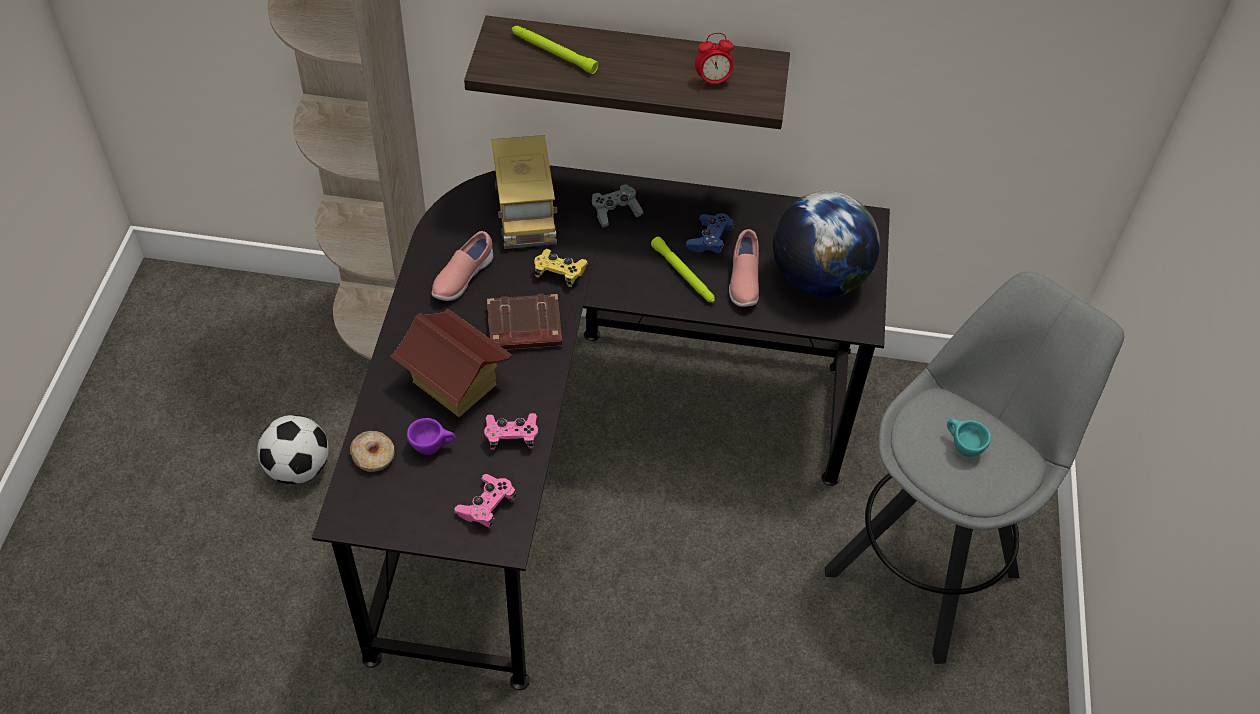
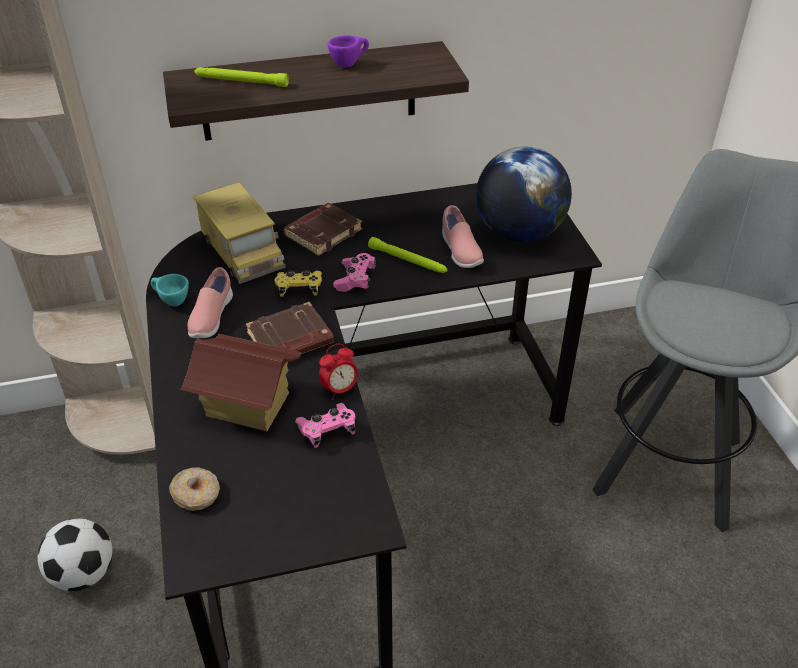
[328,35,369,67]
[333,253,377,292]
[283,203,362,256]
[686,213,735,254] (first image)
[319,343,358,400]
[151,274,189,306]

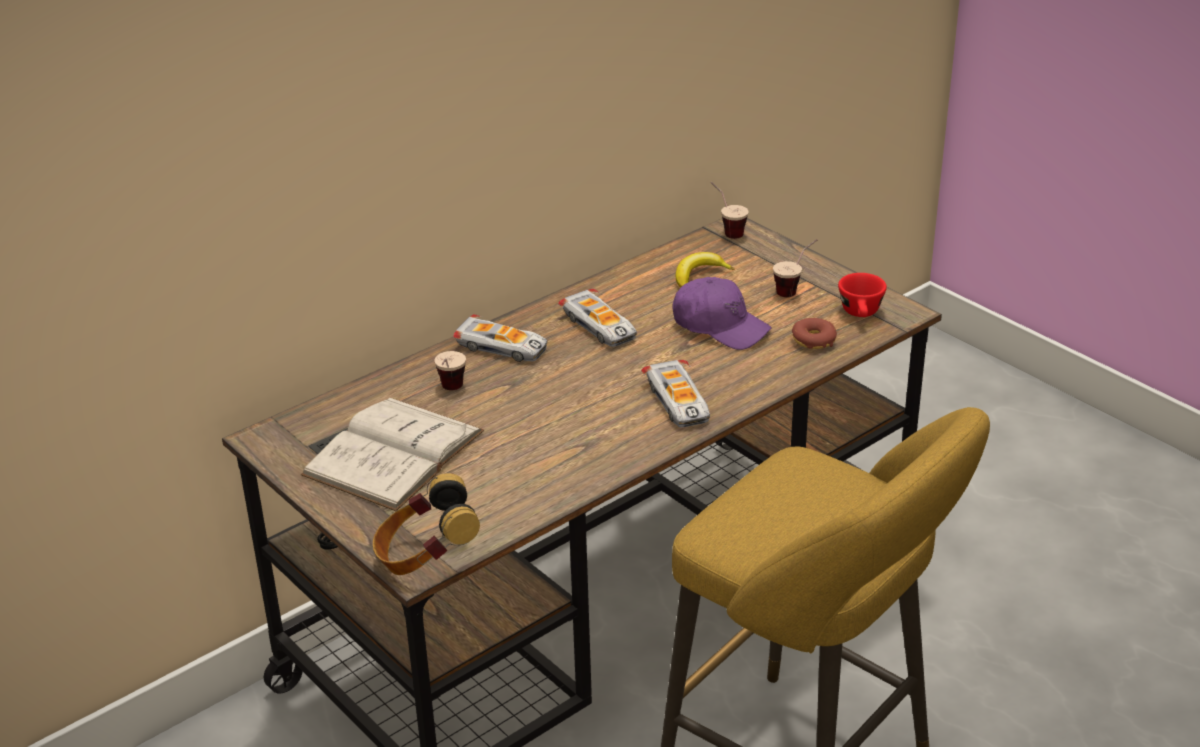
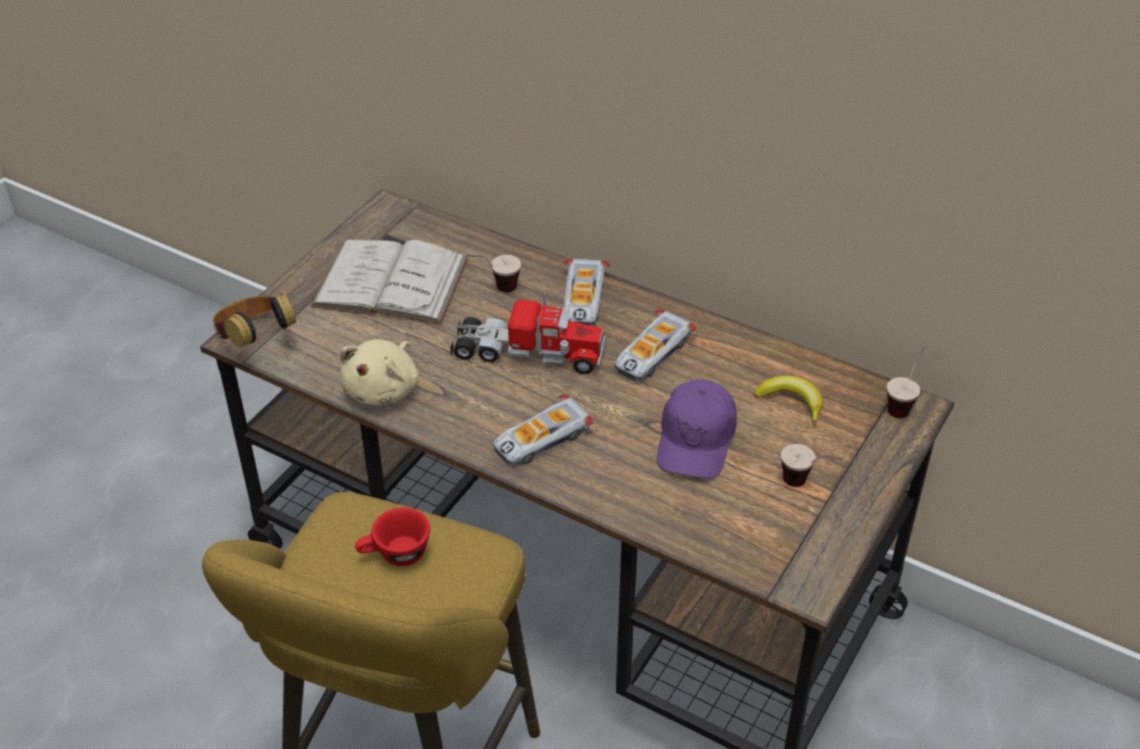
[792,318,837,349] (first image)
[355,507,430,566]
[340,339,419,405]
[450,293,606,374]

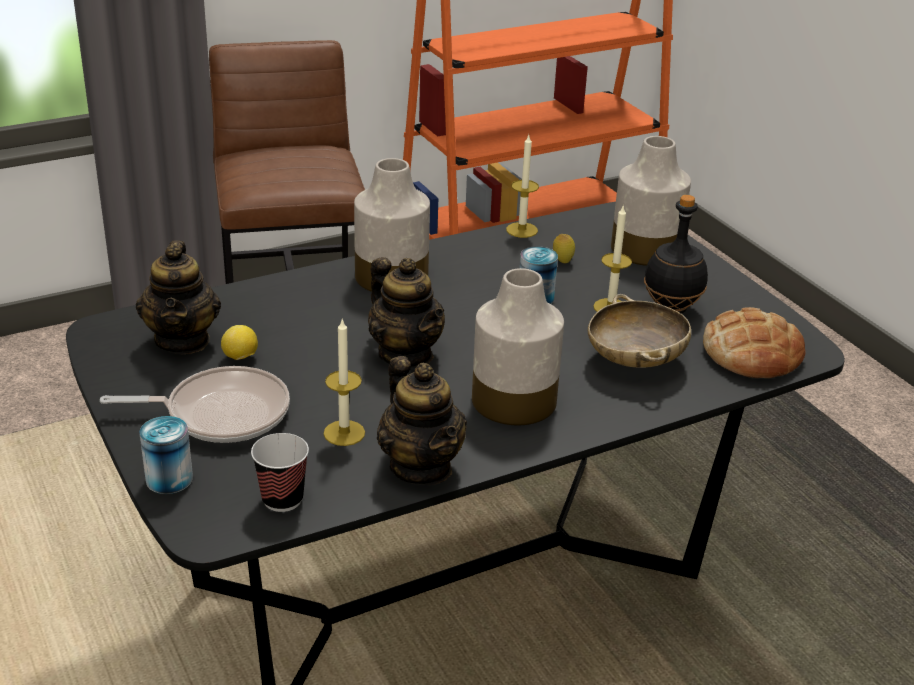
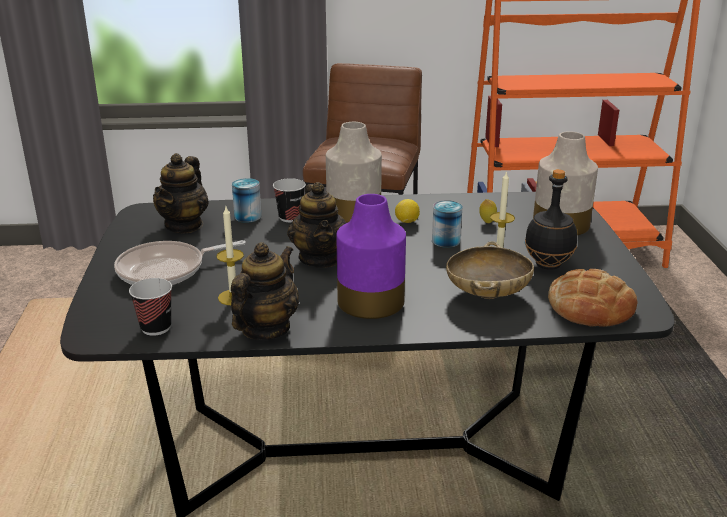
[114,240,246,285]
[232,178,261,223]
[395,199,420,223]
[231,242,299,340]
[336,194,406,319]
[506,135,539,238] (first image)
[273,178,306,222]

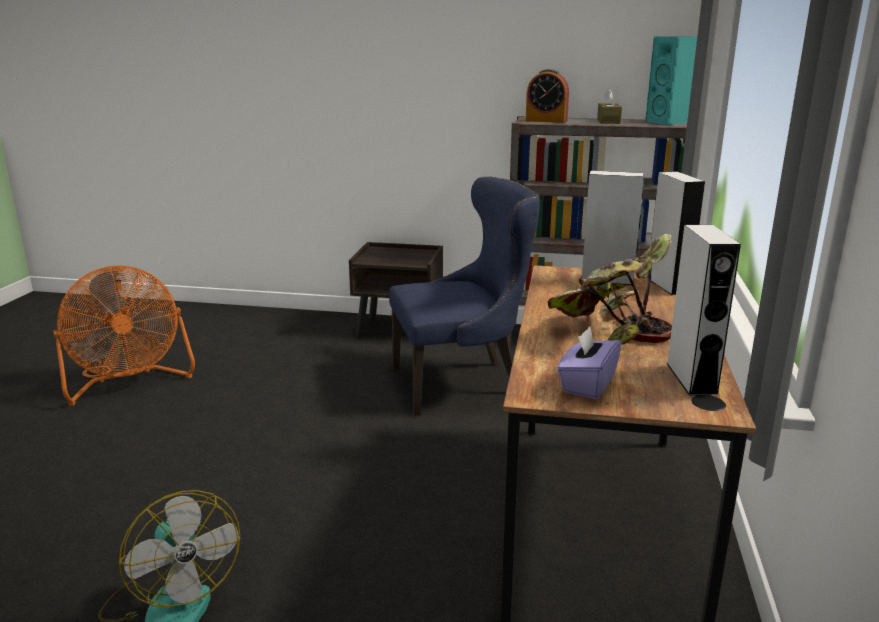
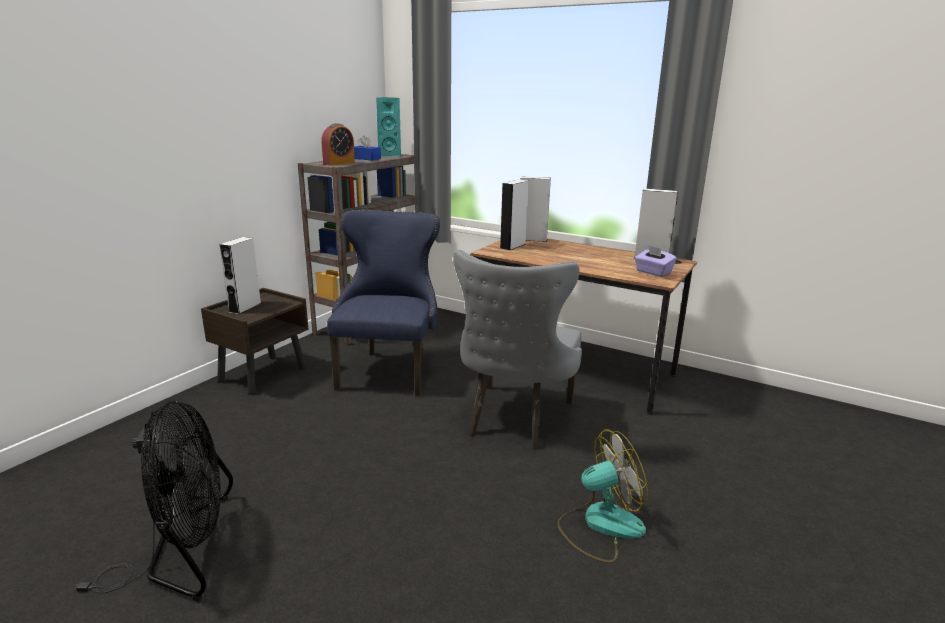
[76,401,233,602]
[548,234,672,345] (first image)
[354,135,381,160]
[220,237,261,314]
[453,250,582,450]

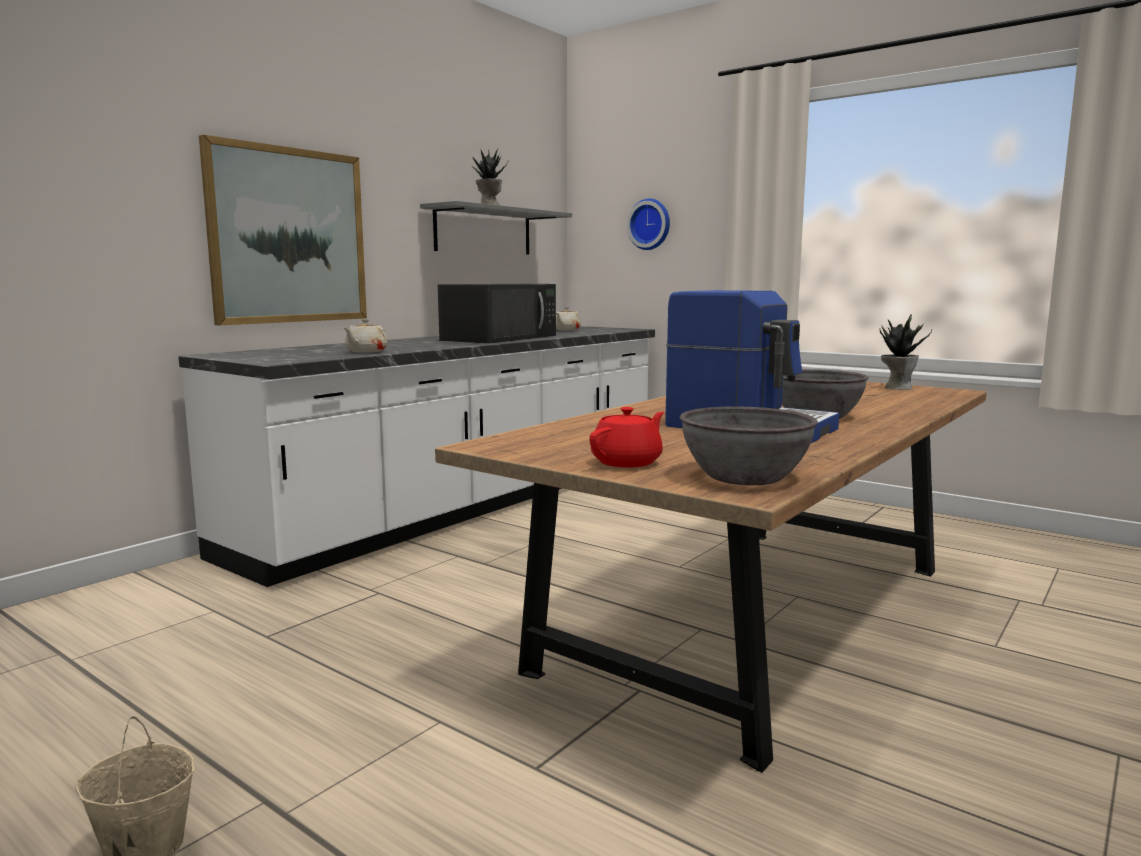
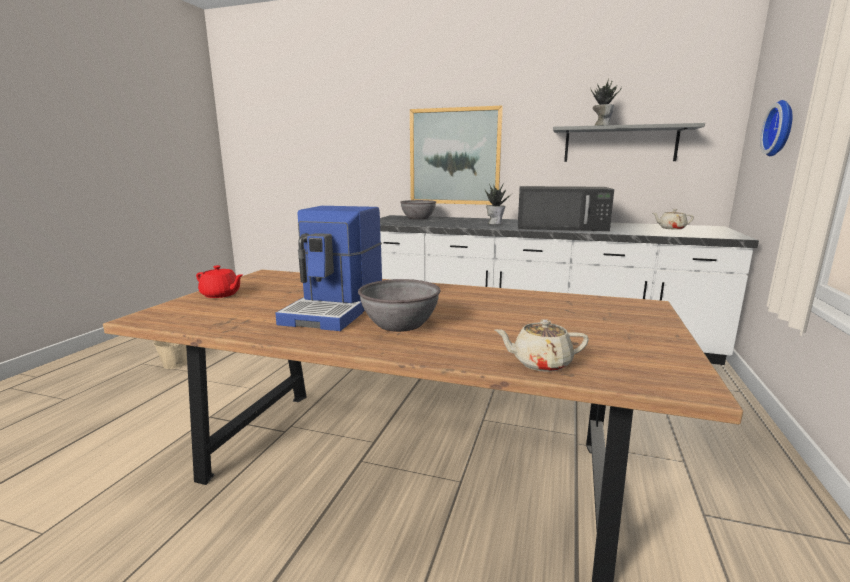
[495,319,589,372]
[400,200,436,219]
[485,183,512,225]

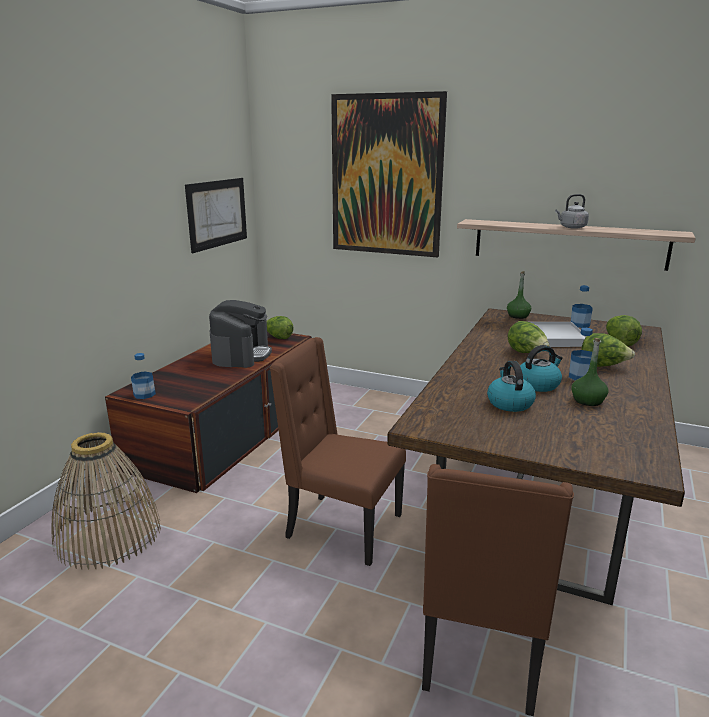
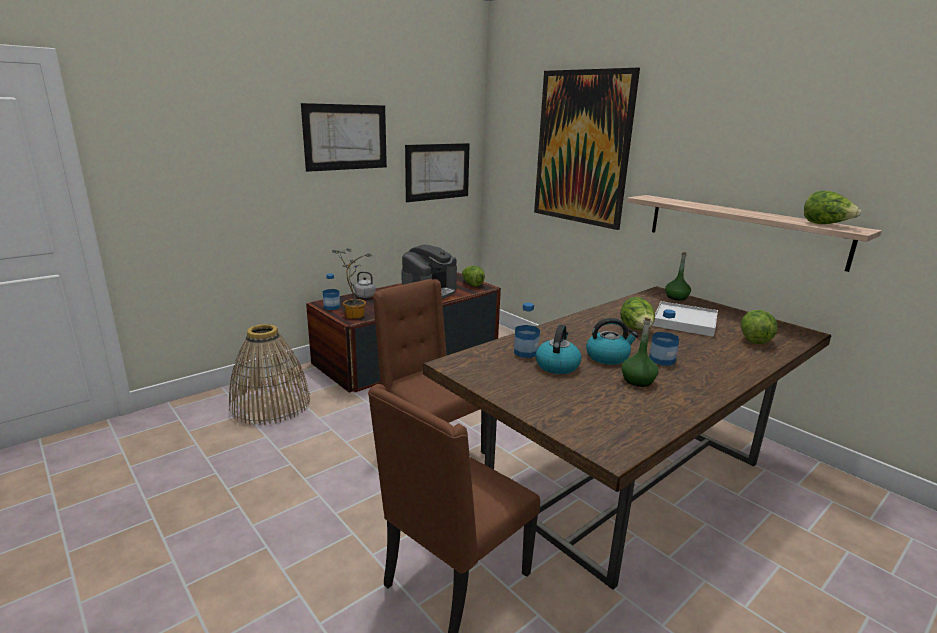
[351,271,376,298]
[514,303,540,358]
[804,191,861,224]
[301,103,387,172]
[332,248,372,319]

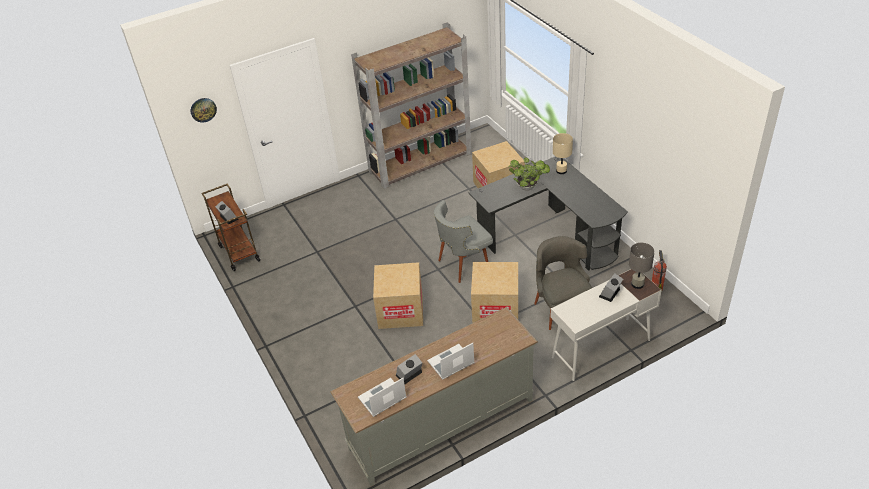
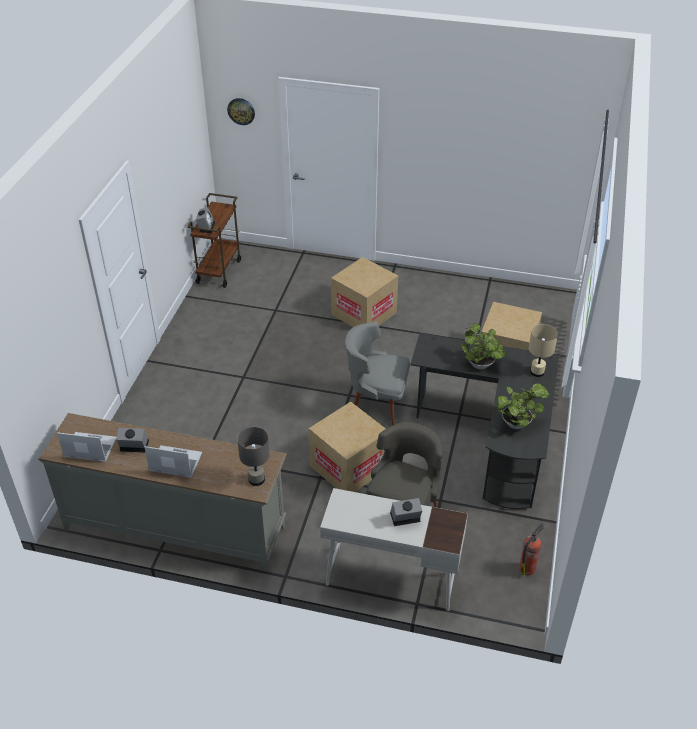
[351,22,472,189] (first image)
[331,257,398,327]
[237,427,269,486]
[497,383,549,429]

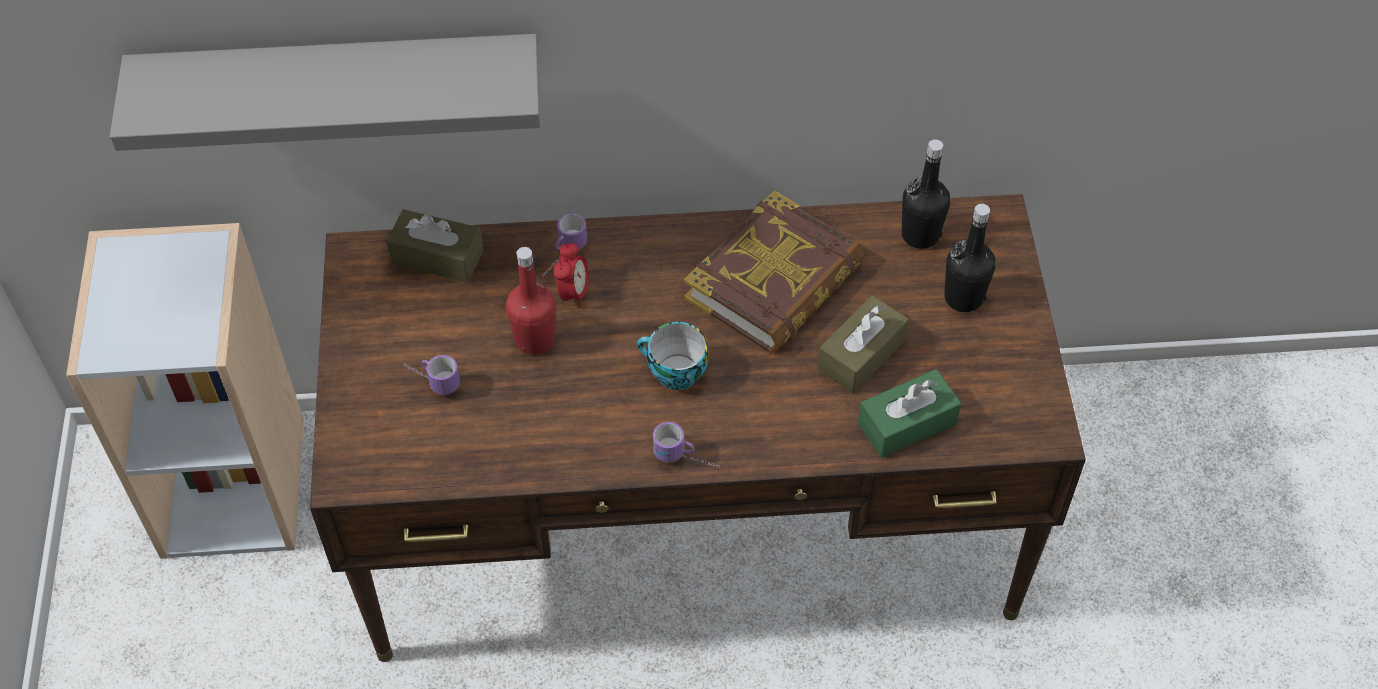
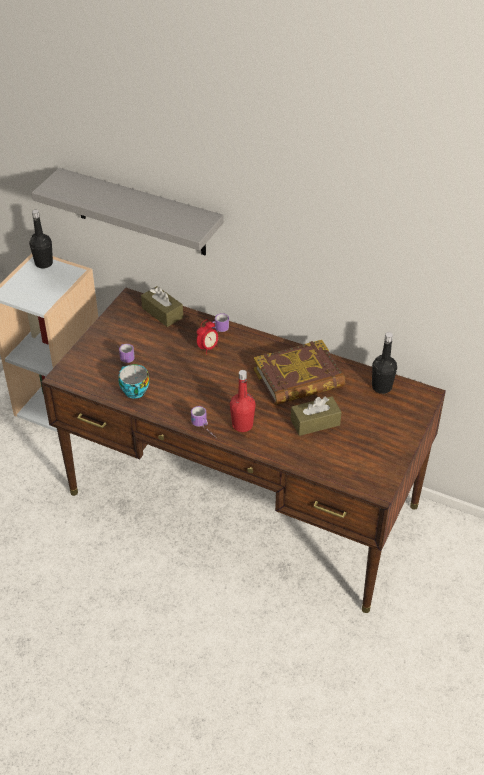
[230,370,256,432]
[119,364,149,399]
[858,369,961,458] (first image)
[29,210,53,269]

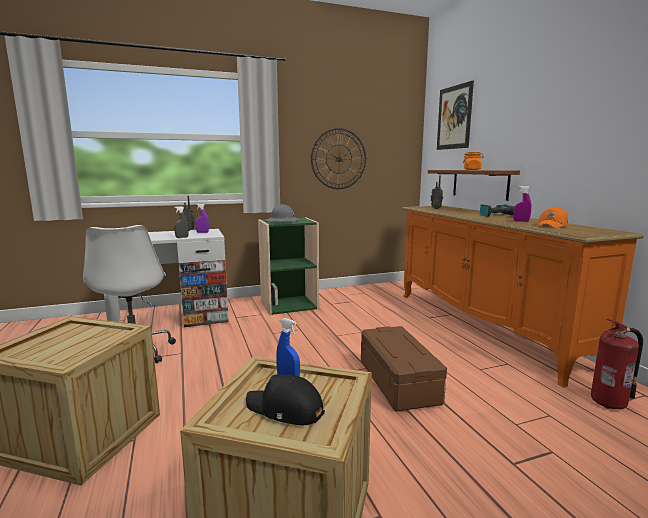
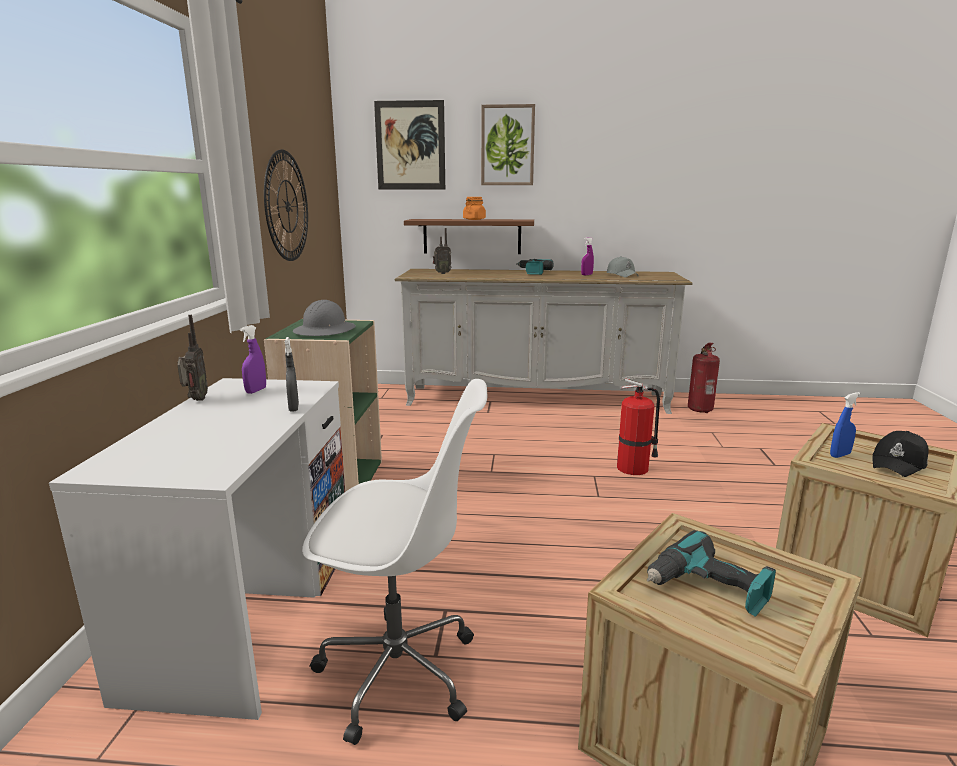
[617,378,660,475]
[395,269,692,414]
[607,256,639,277]
[481,104,535,185]
[647,530,776,617]

